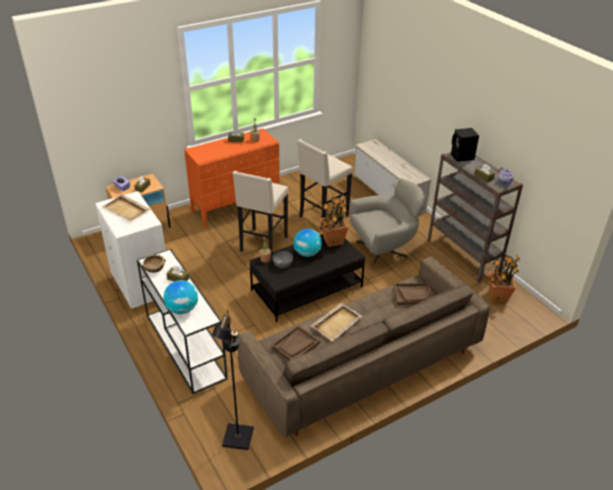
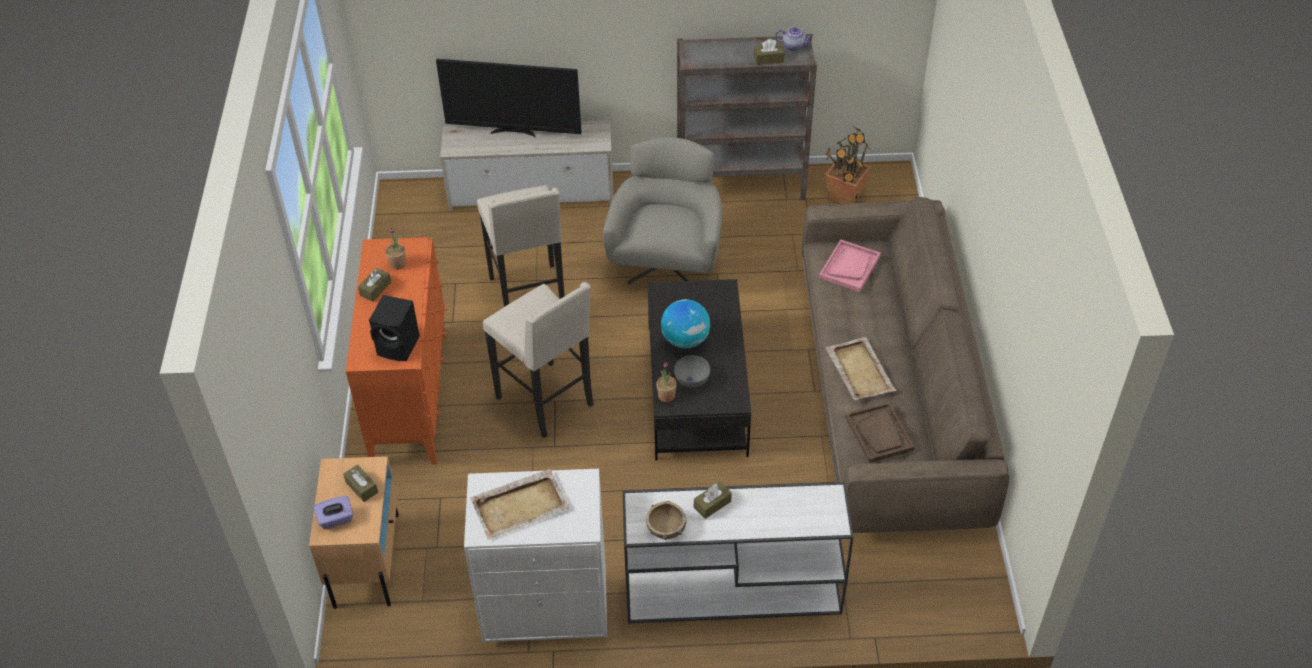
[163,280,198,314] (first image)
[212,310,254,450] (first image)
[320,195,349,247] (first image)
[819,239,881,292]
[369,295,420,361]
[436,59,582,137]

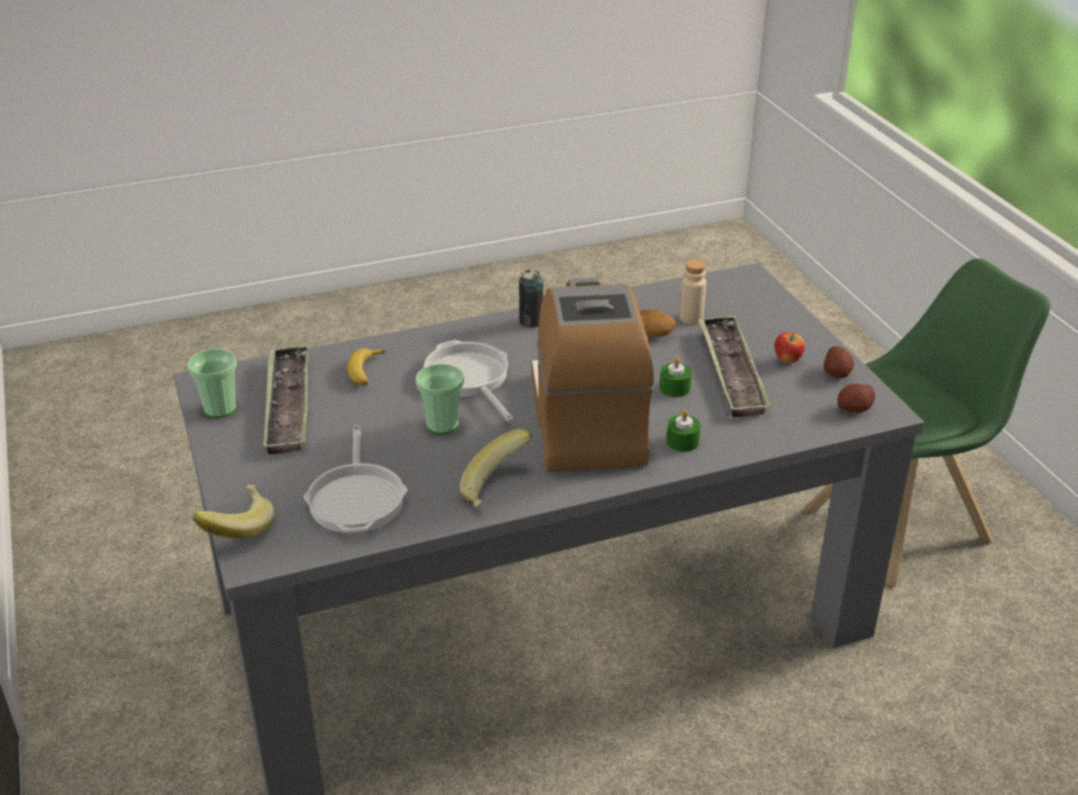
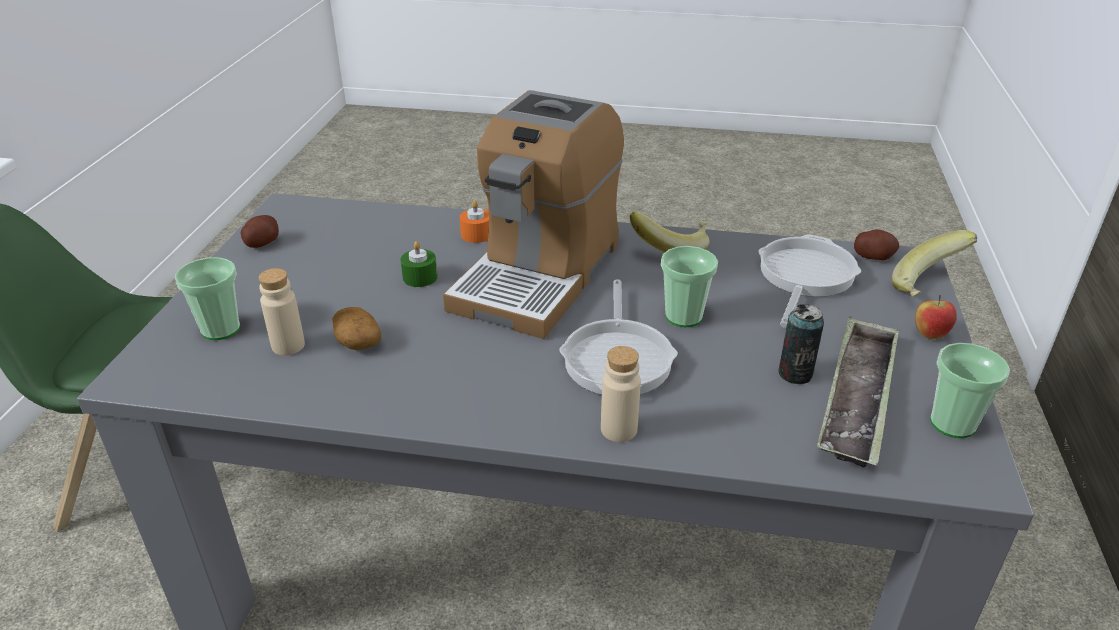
[347,348,385,386] (first image)
[778,304,824,384]
[460,200,489,243]
[698,315,772,417] (first image)
[915,295,957,339]
[854,229,899,260]
[175,257,240,340]
[601,346,641,442]

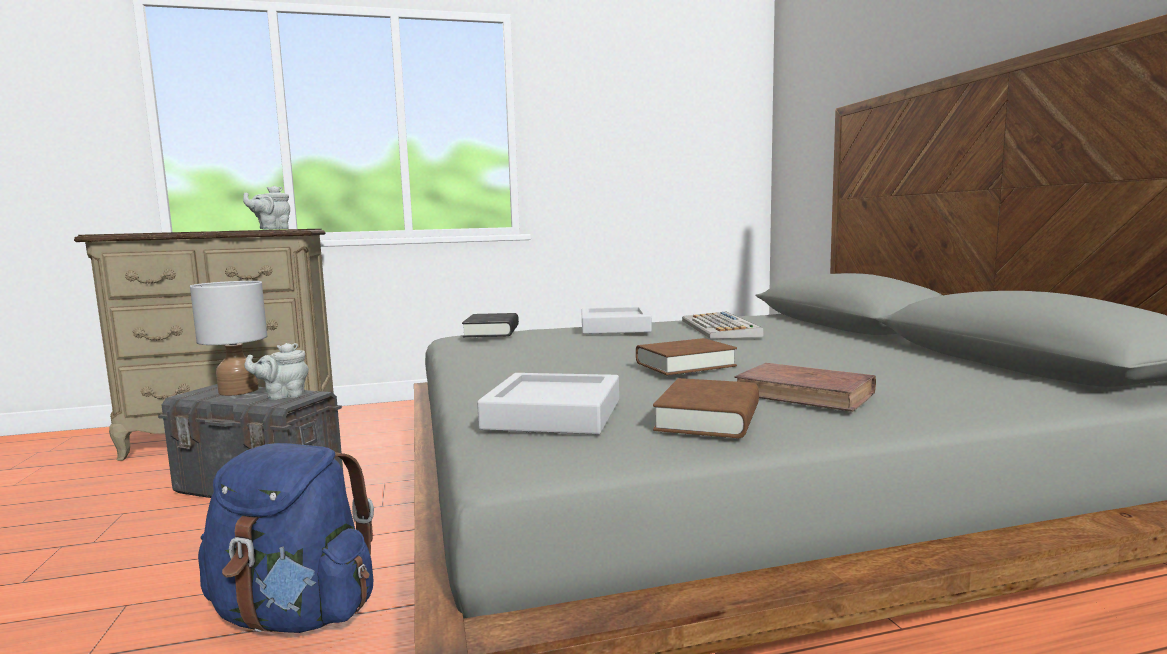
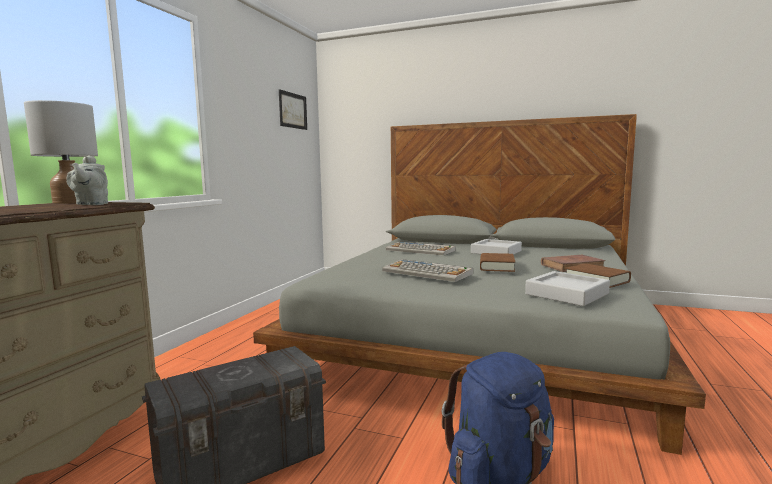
[24,100,98,204]
[244,343,309,400] (first image)
[462,313,519,337] (first image)
[471,239,522,255]
[279,89,307,130]
[382,259,473,282]

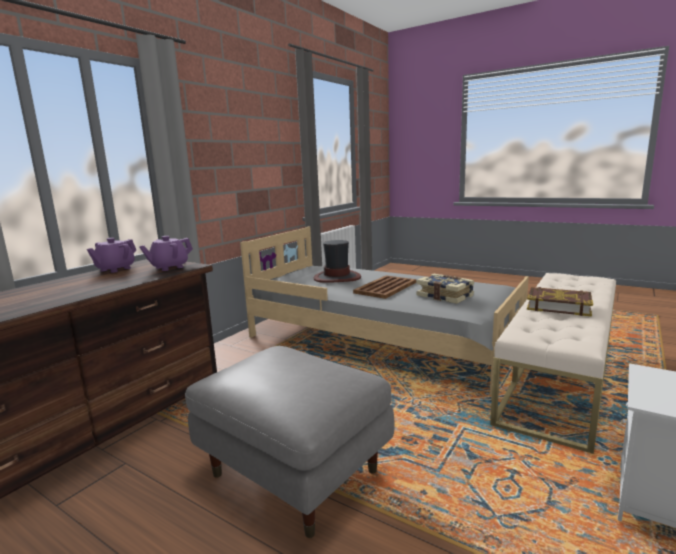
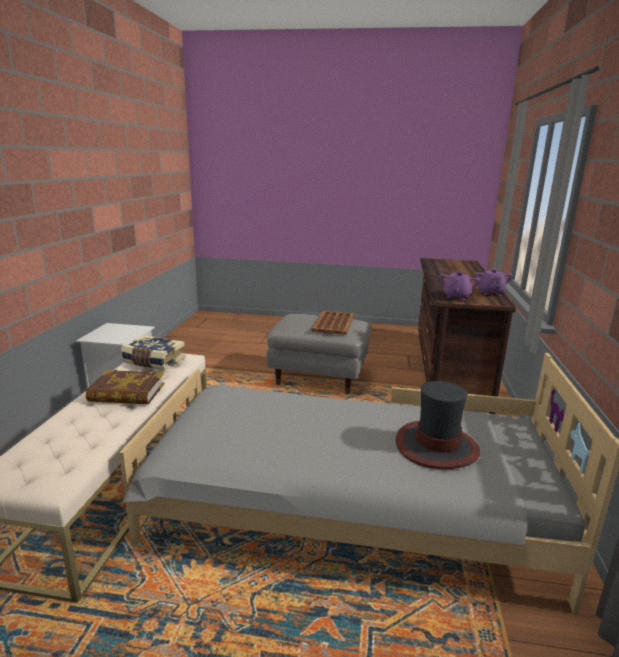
[312,311,354,335]
[121,335,185,370]

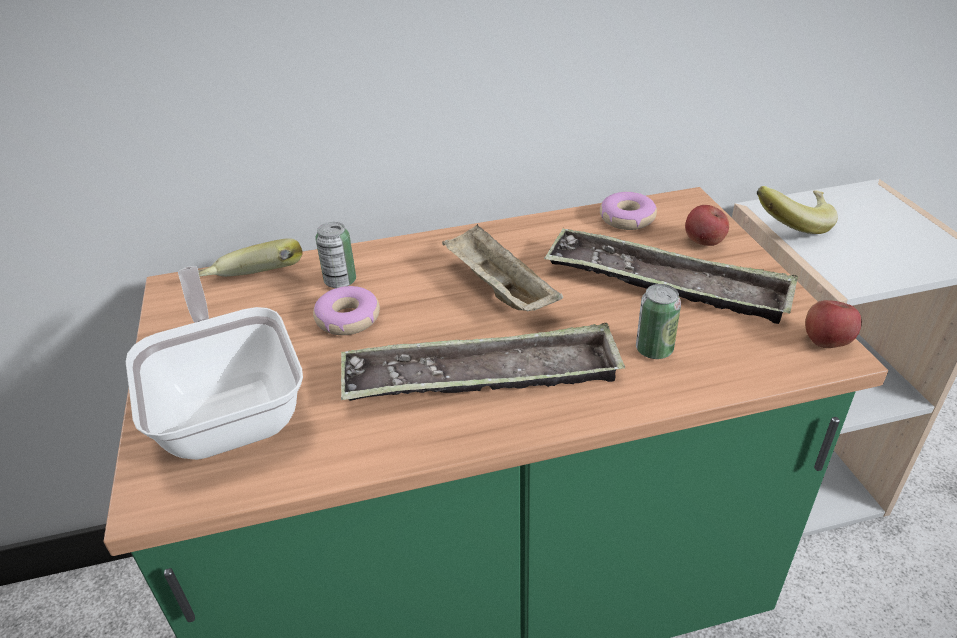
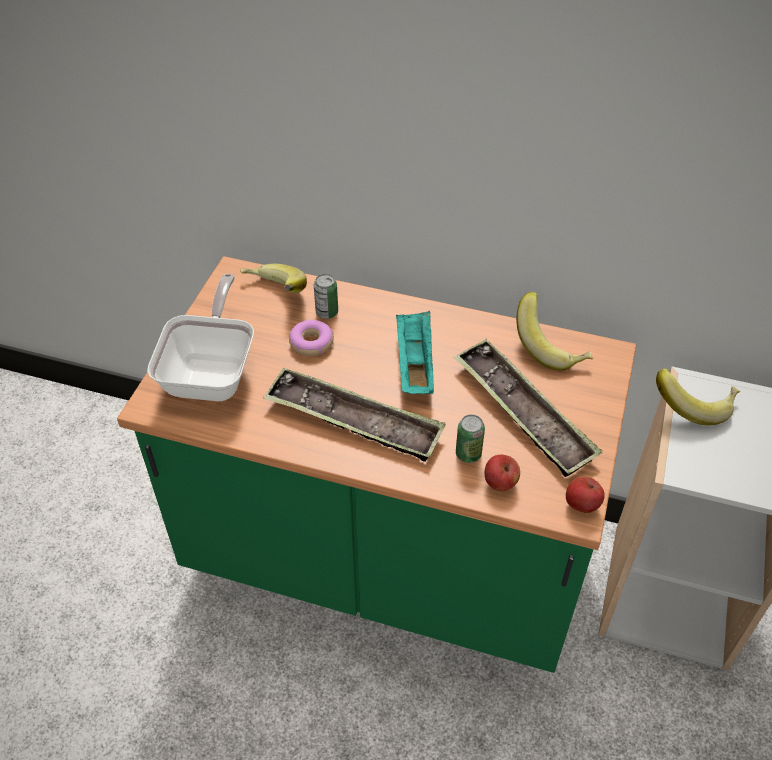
[396,311,434,394]
[516,291,593,371]
[485,455,520,491]

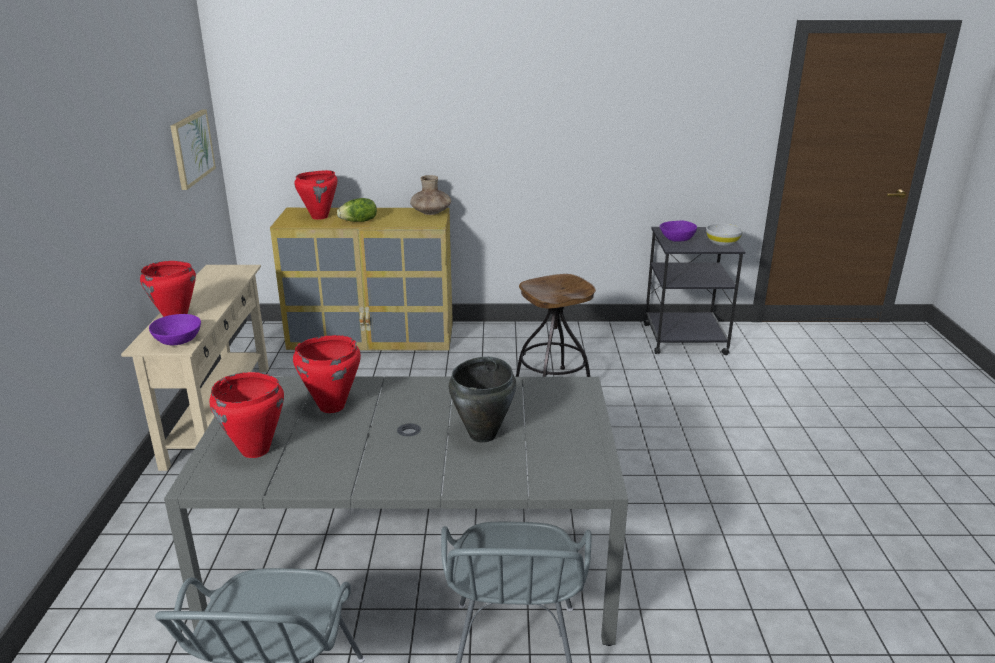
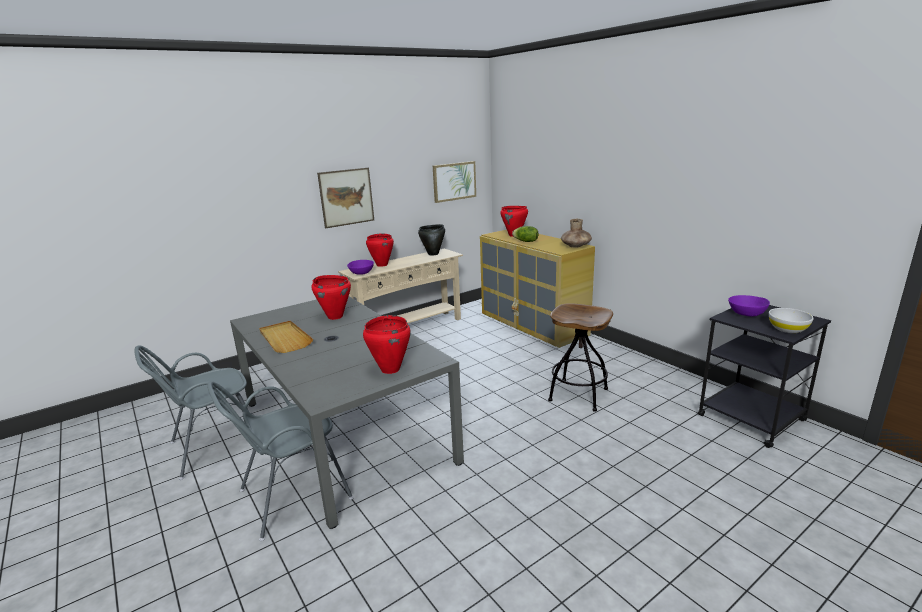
[363,315,411,374]
[418,224,445,255]
[259,321,313,353]
[317,168,374,229]

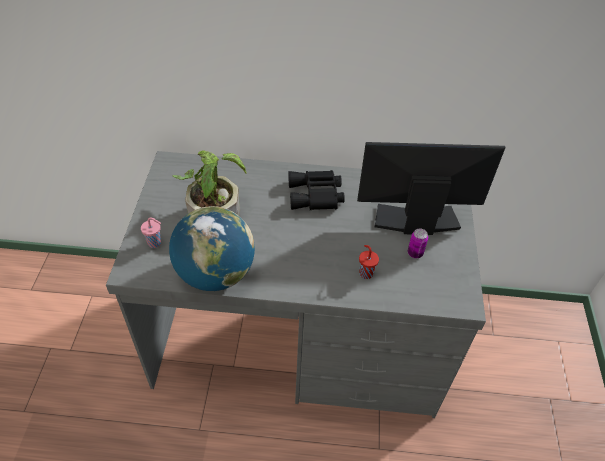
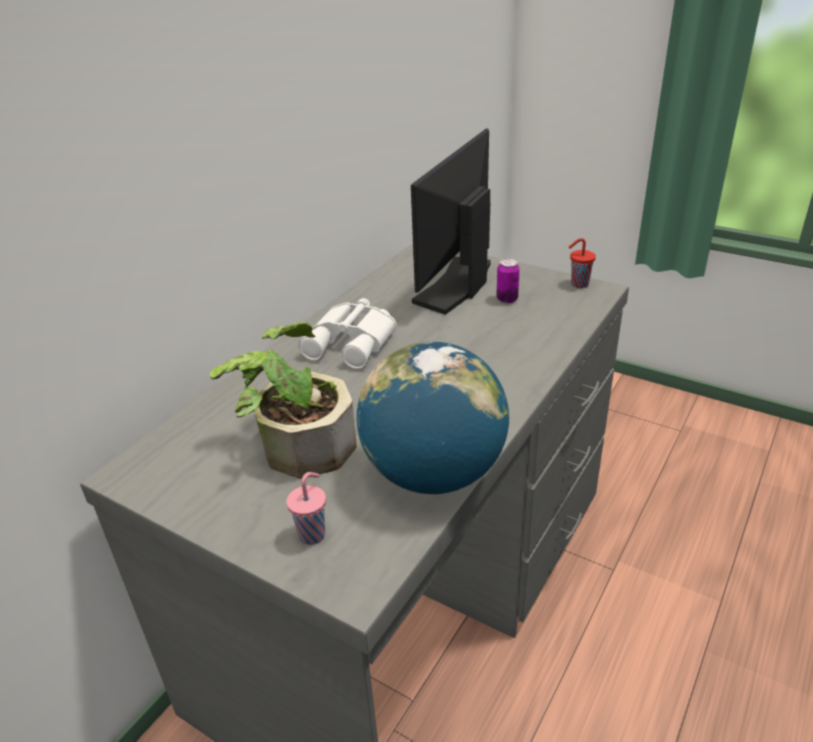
[298,298,397,369]
[569,238,596,288]

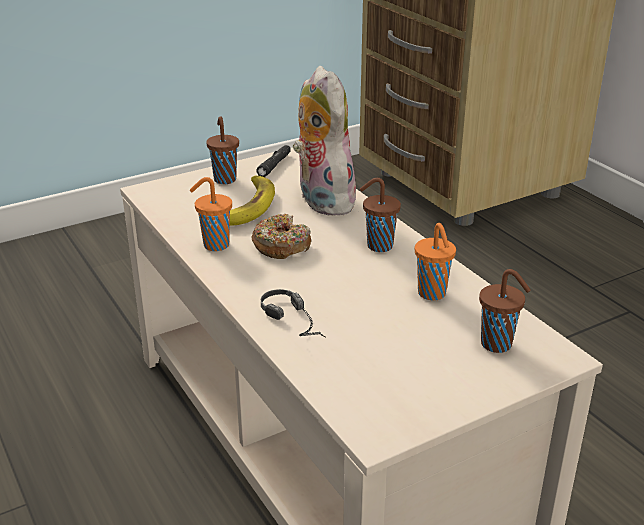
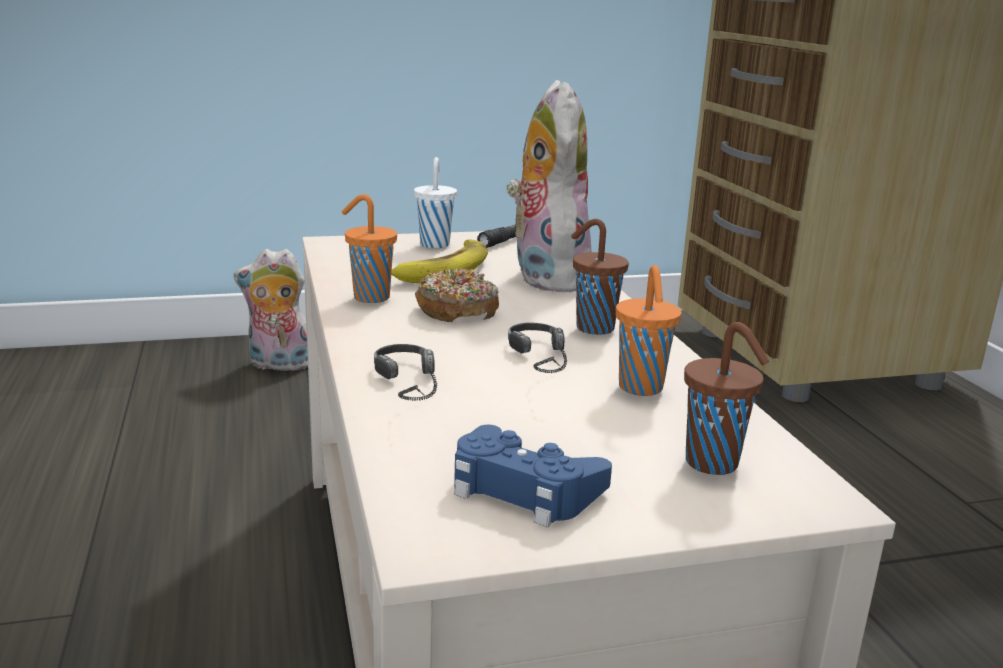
[414,157,457,248]
[234,249,308,371]
[454,425,612,527]
[508,323,567,373]

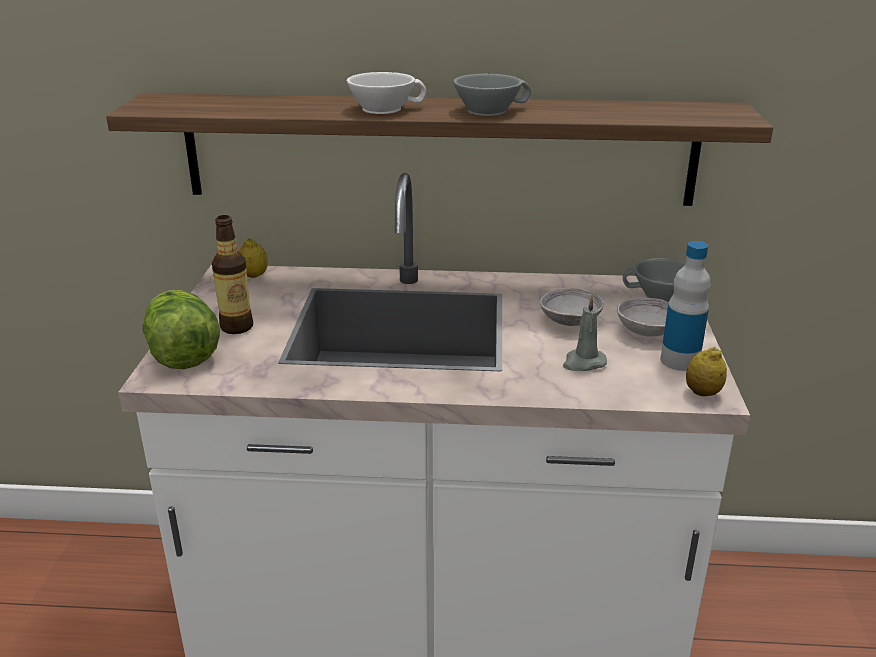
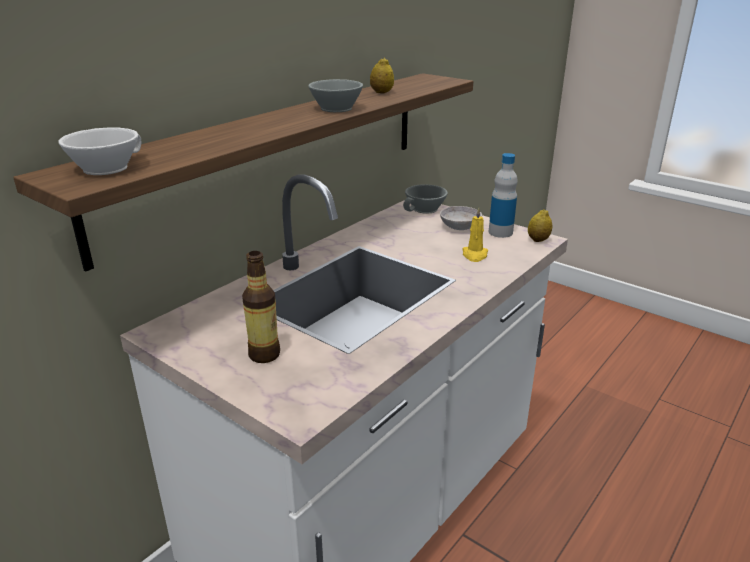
[142,290,220,369] (first image)
[370,58,394,93]
[58,127,141,175]
[540,288,604,326] (first image)
[462,207,488,262]

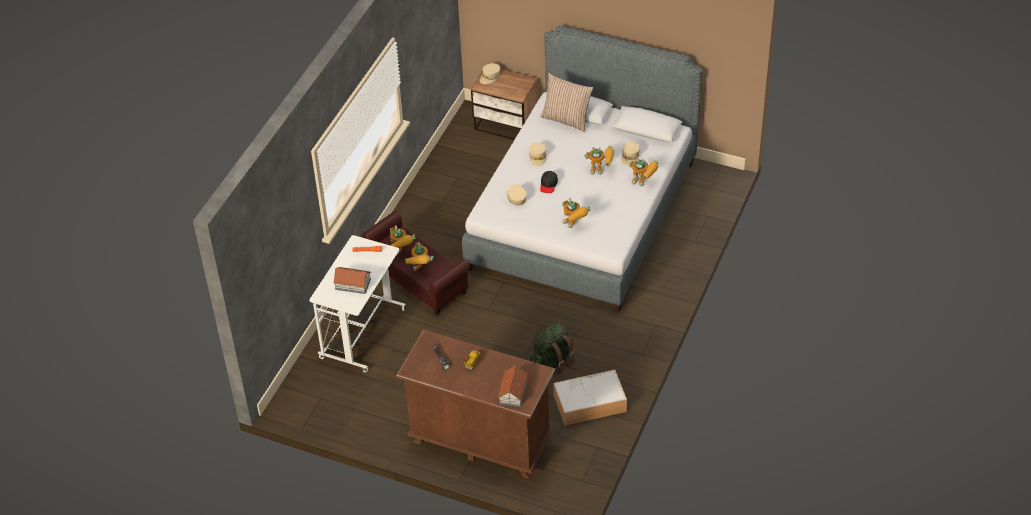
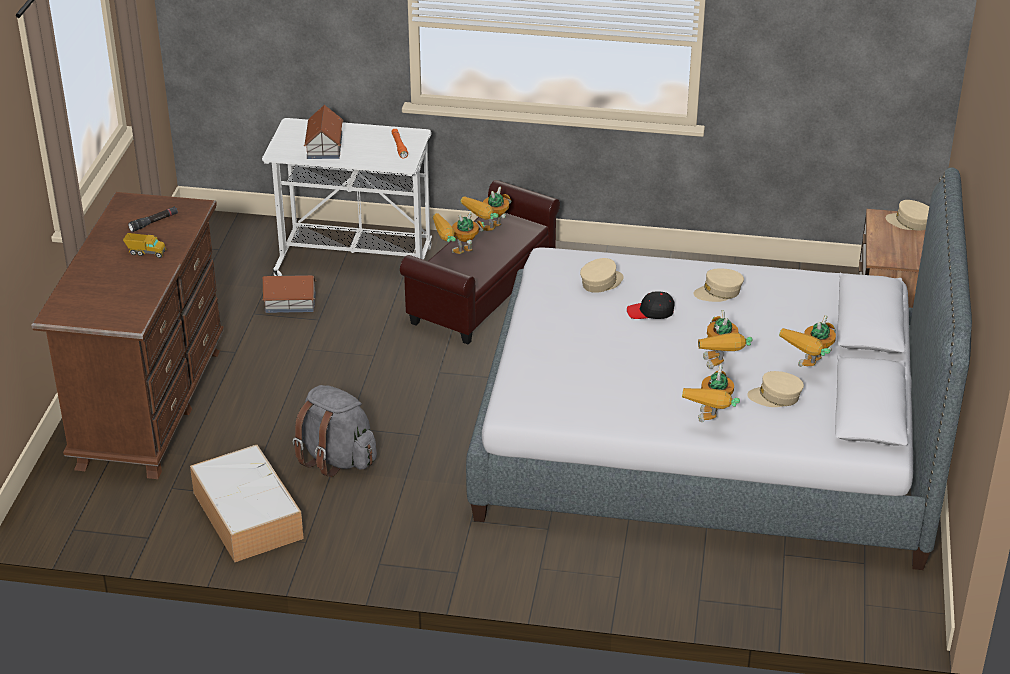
[262,275,316,313]
[293,385,377,477]
[540,73,593,132] (first image)
[779,315,836,367]

